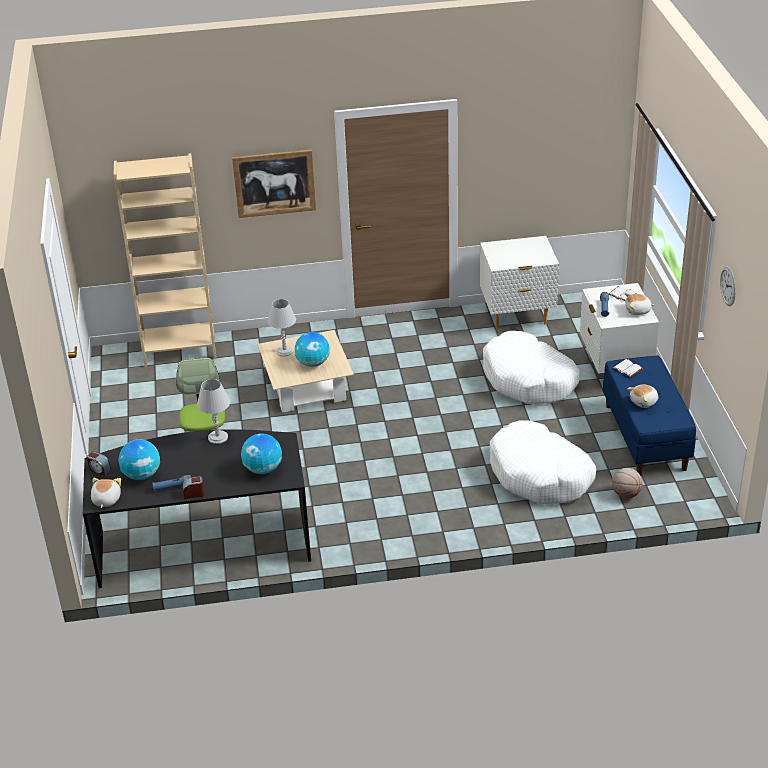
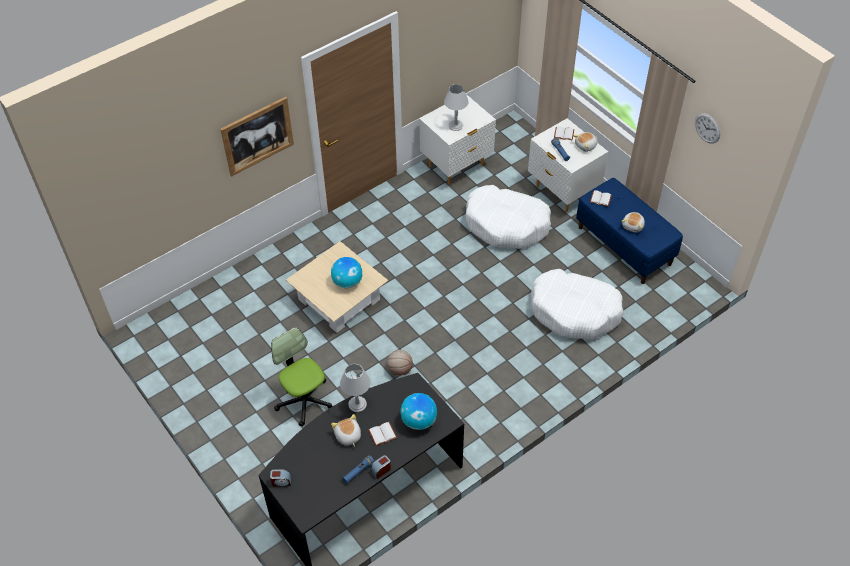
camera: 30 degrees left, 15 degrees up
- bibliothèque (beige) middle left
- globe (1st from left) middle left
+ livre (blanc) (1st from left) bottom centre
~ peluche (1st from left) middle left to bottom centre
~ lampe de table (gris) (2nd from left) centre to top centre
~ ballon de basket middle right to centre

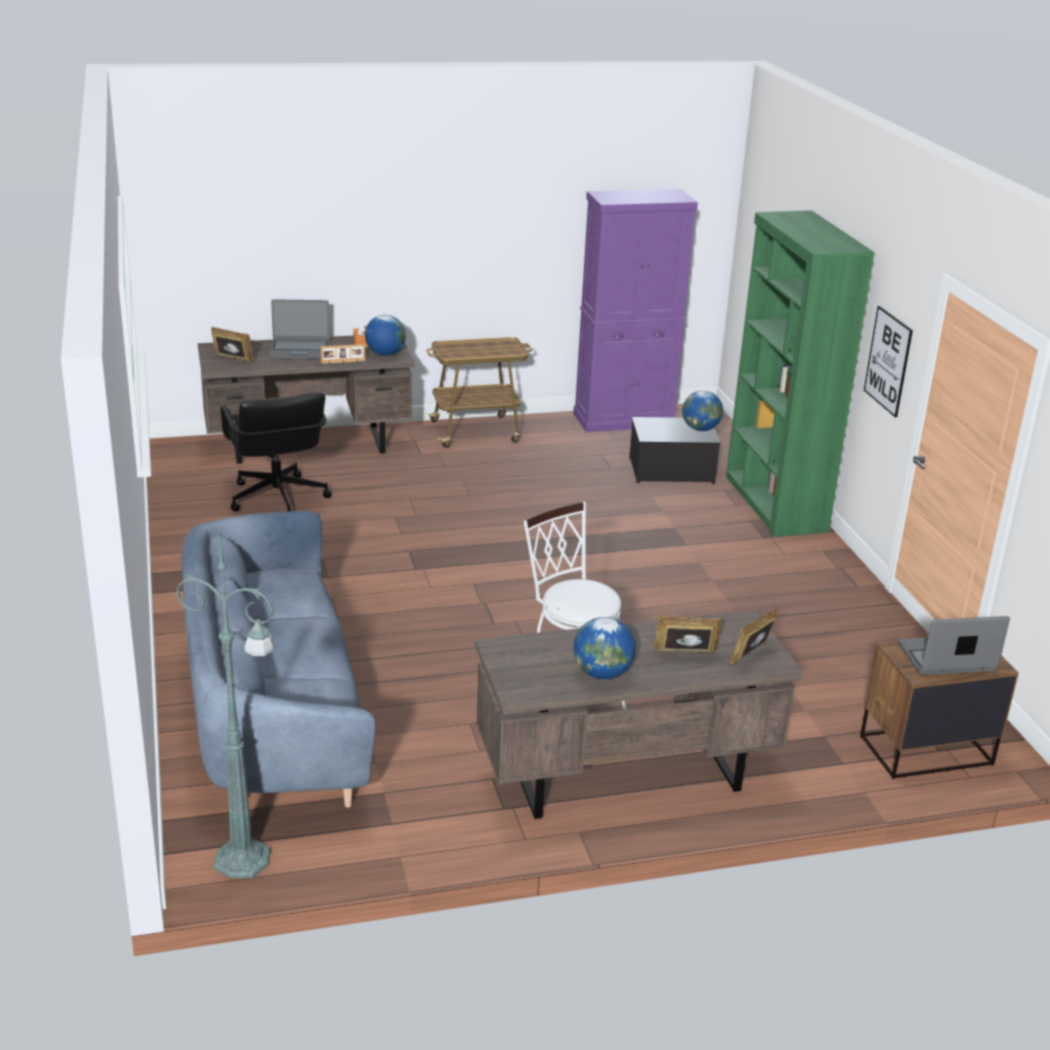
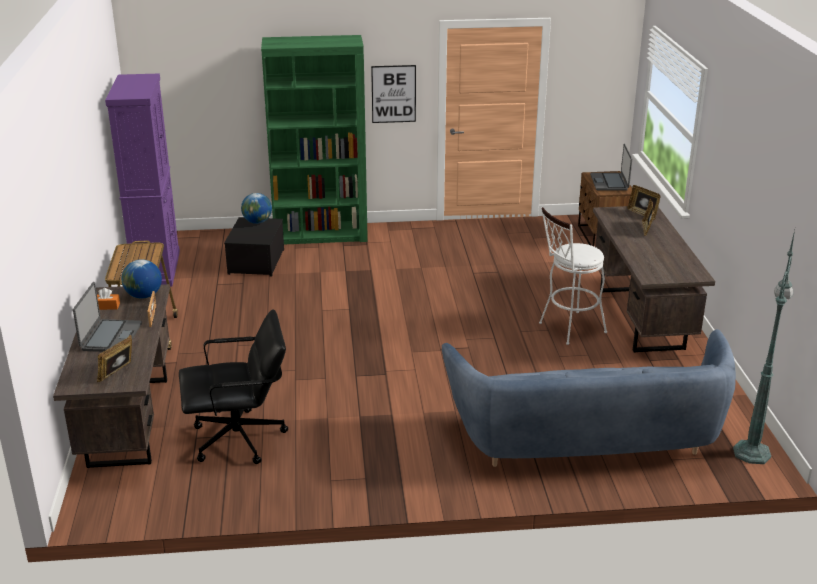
camera: 80 degrees left, 0 degrees up
- globe (2nd from left) centre

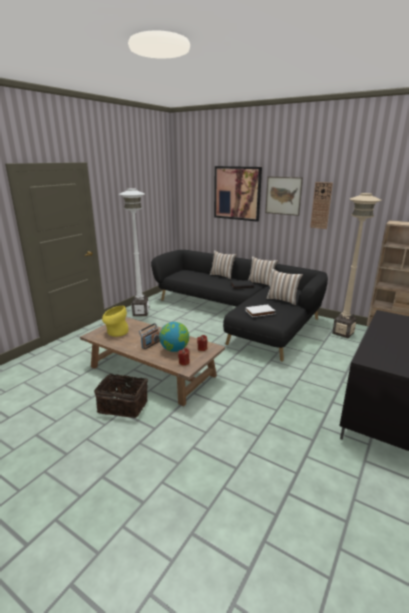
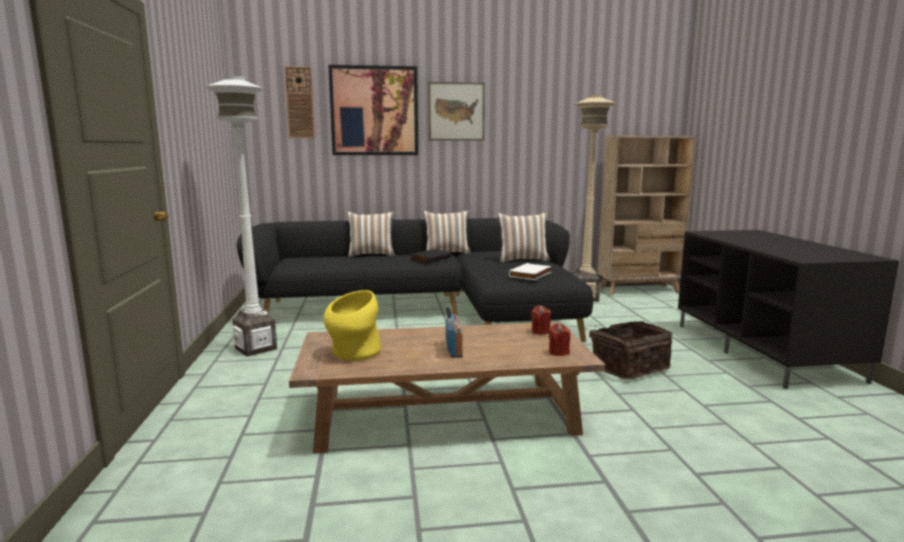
camera: 40 degrees left, 10 degrees down
- globe centre
~ panier middle left to middle right
~ horloge murale middle right to top left

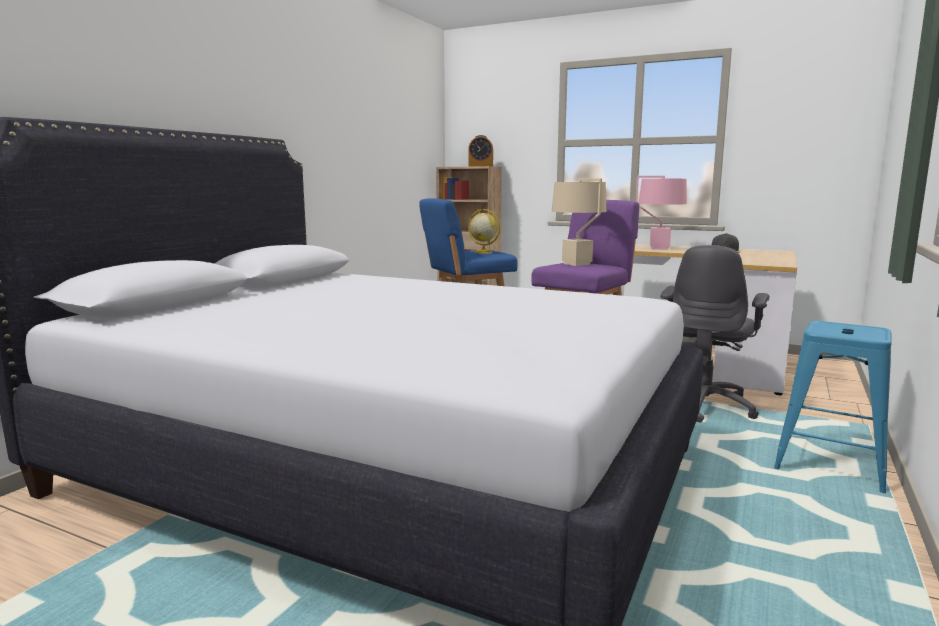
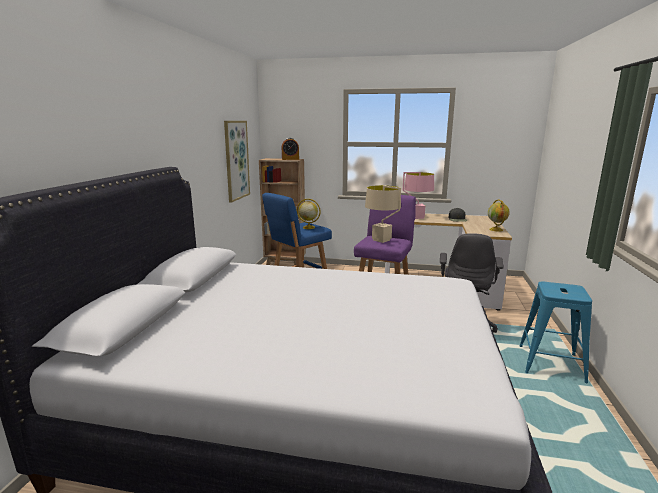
camera: 15 degrees left, 5 degrees up
+ tableau top centre
+ globe (2nd from left) middle right

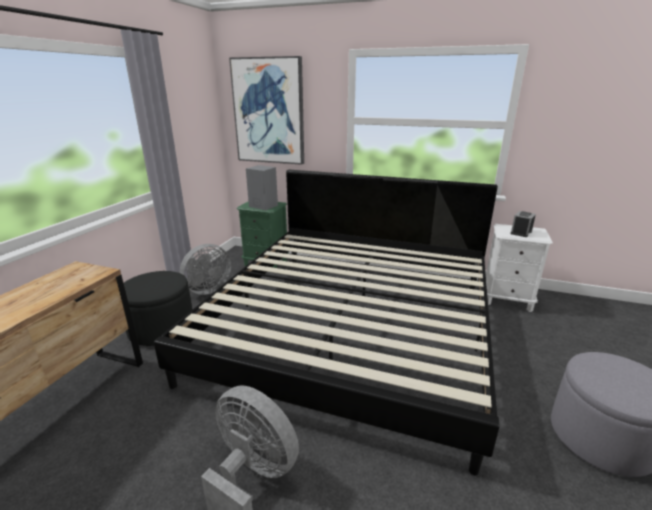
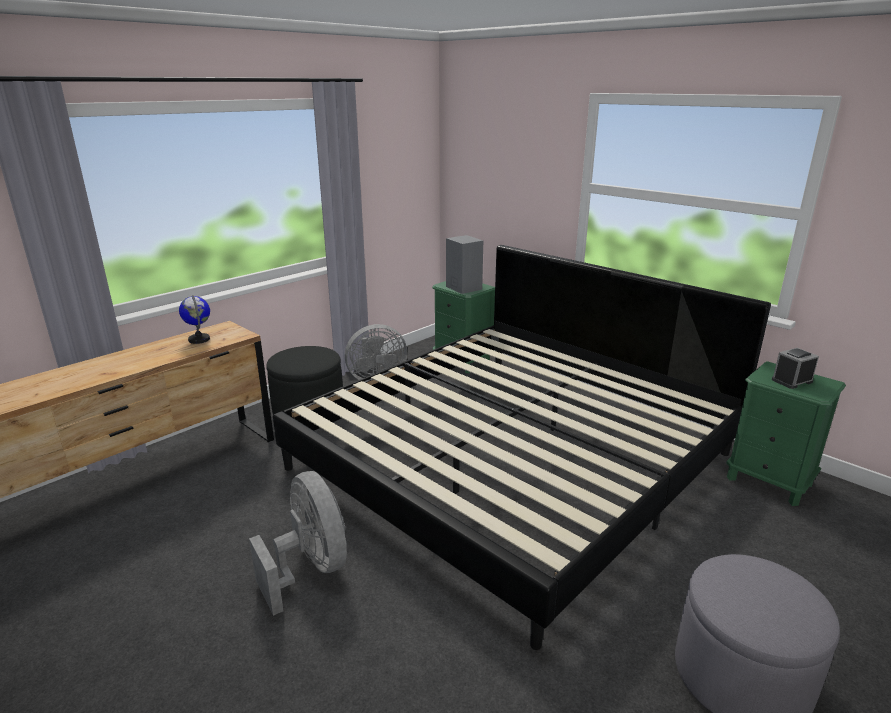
camera: 25 degrees right, 0 degrees up
- tableau top centre
+ globe middle left
~ table de chevet (blanc) middle right to table de chevet (vert) (2nd from left) middle right

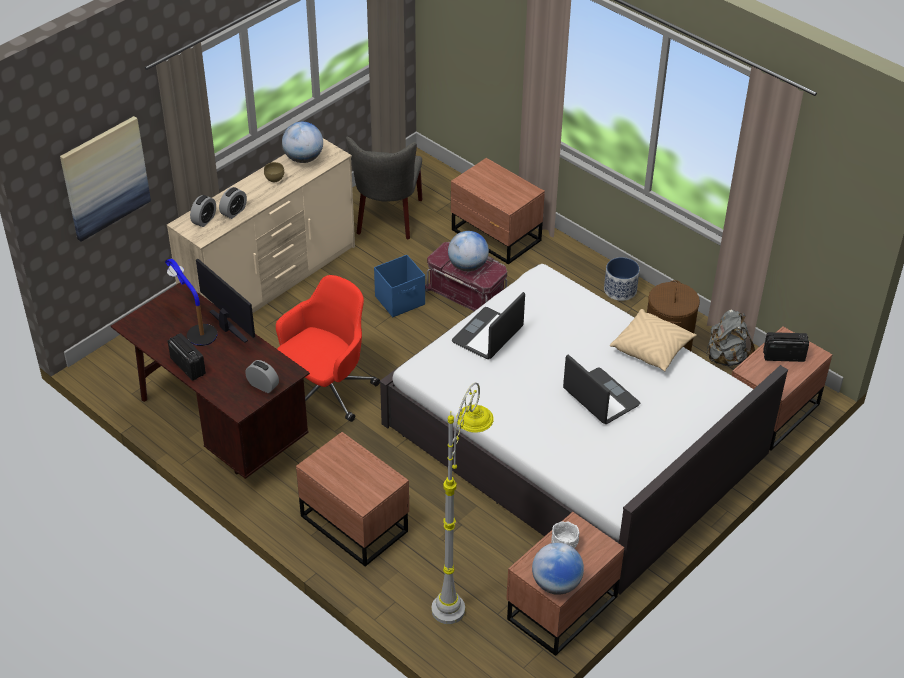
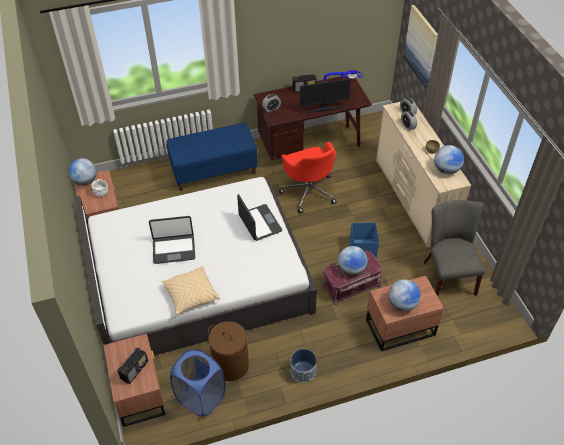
camera: 120 degrees right, 5 degrees up
- lampadaire (gris) bottom centre
+ globe (3rd from left) middle right
~ table de chevet (marron) (1st from left) bottom centre to banc (bleu) centre
~ sac à dos (gris) middle right to panier à linge (bleu) bottom centre
~ chaise (gris) top centre = middle right 45 degrees clockwise

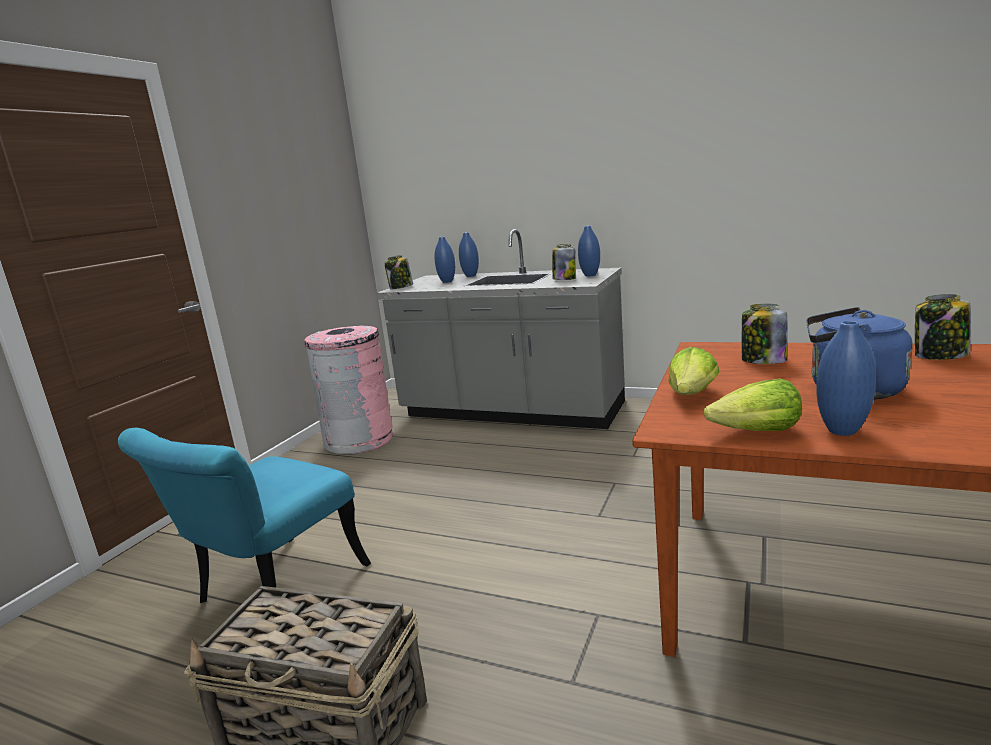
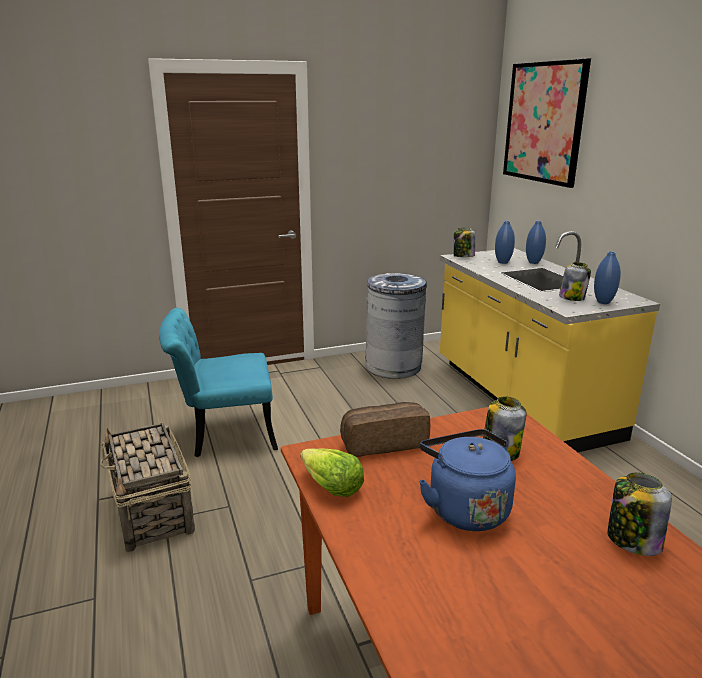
camera: 45 degrees right, 5 degrees up
- vase (bleu) (4th from left) middle right
+ tableau top right
~ laitue (1st from left) middle right to pain centre
~ poubelle (rose) centre to poubelle (gris) centre
~ comptoir de cuisine (gris) centre to comptoir de cuisine (jaune) middle right

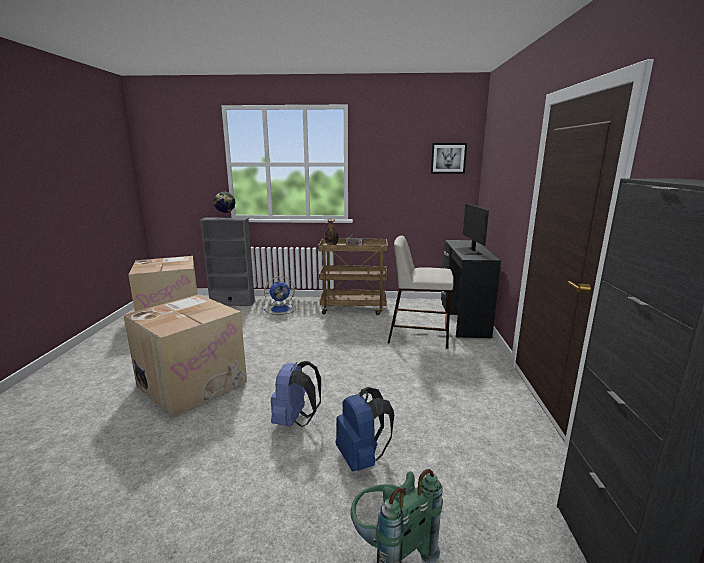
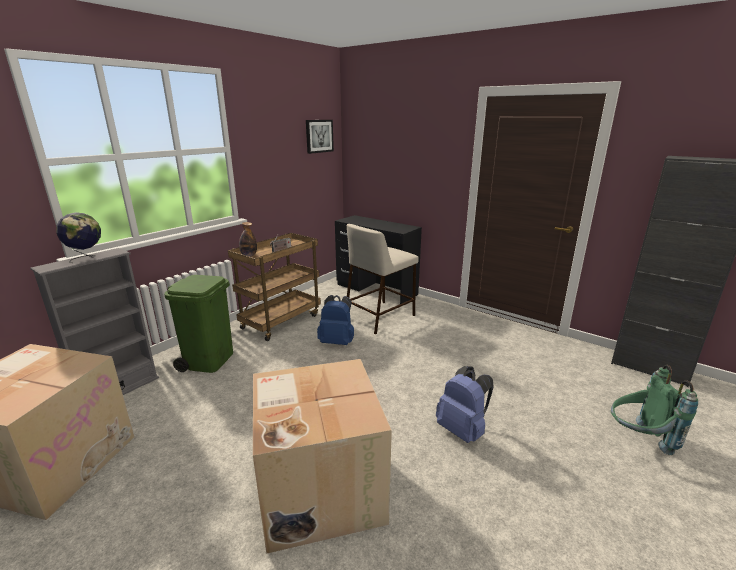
camera: 55 degrees left, 5 degrees up
- écran d'ordinateur middle right
~ sac à dos (bleu) (2nd from left in the first image) bottom centre to sac à dos (bleu) (1st from left) centre
~ ventilateur (bleu) centre to poubelle (vert) middle left

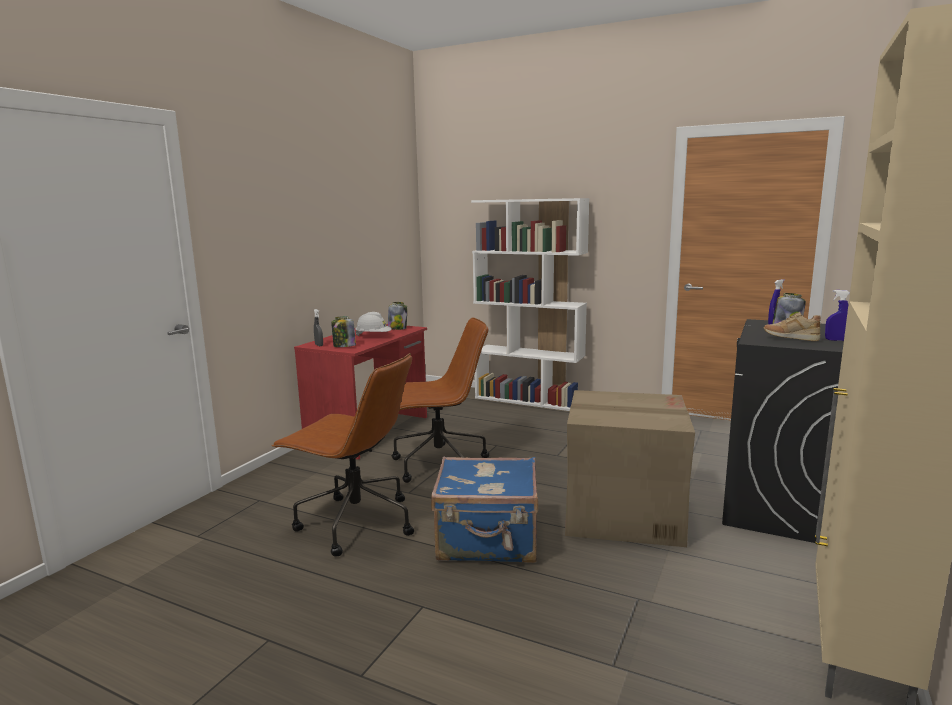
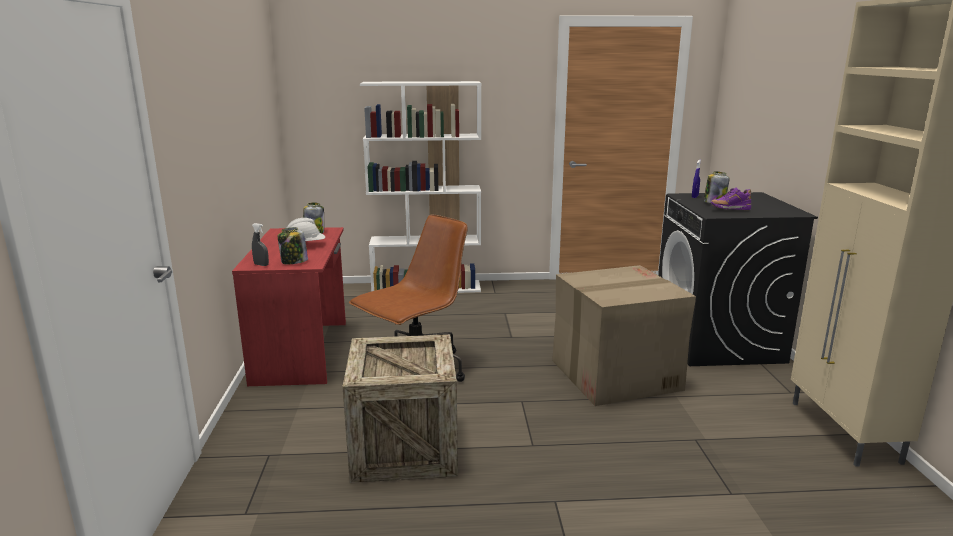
camera: 30 degrees left, 5 degrees up
- valise (bleu) bottom centre
- vaporisateur (bleu) (2nd from left) middle right
~ chaise de bureau (marron) (1st from left) centre to caisse bottom centre
~ chaussure (beige) middle right to chaussure (violet) middle right

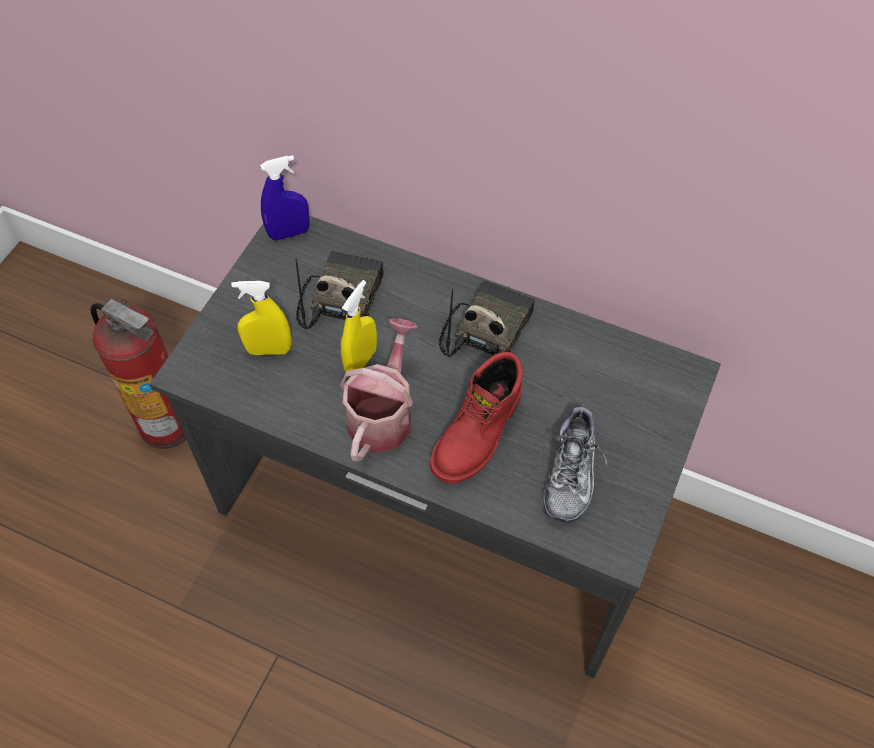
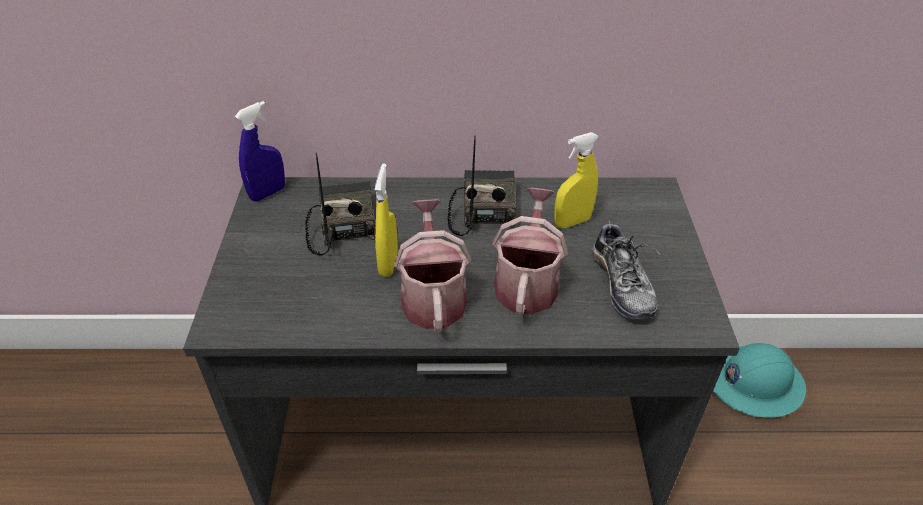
camera: 25 degrees left, 15 degrees down
- extincteur middle left
+ casque de chantier (turquoise) bottom right
~ vaporisateur (jaune) (1st from left in the first image) middle left to vaporisateur (jaune) (2nd from left) centre
~ botte (rouge) centre to arrosoir (2nd from left) centre

